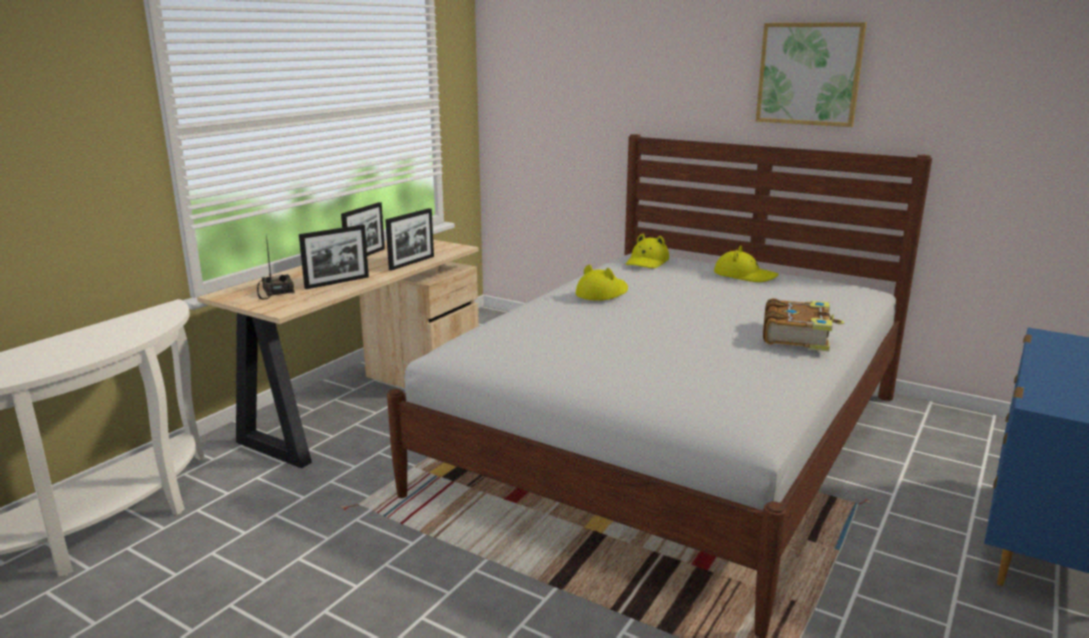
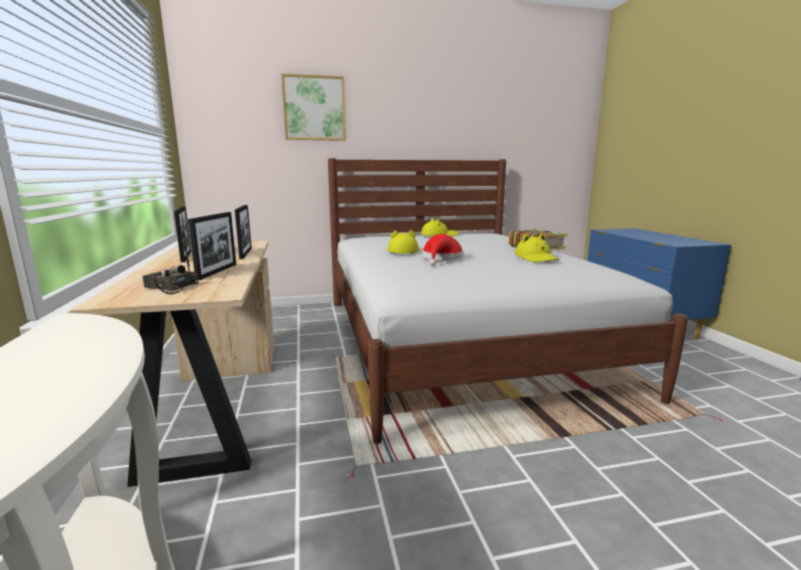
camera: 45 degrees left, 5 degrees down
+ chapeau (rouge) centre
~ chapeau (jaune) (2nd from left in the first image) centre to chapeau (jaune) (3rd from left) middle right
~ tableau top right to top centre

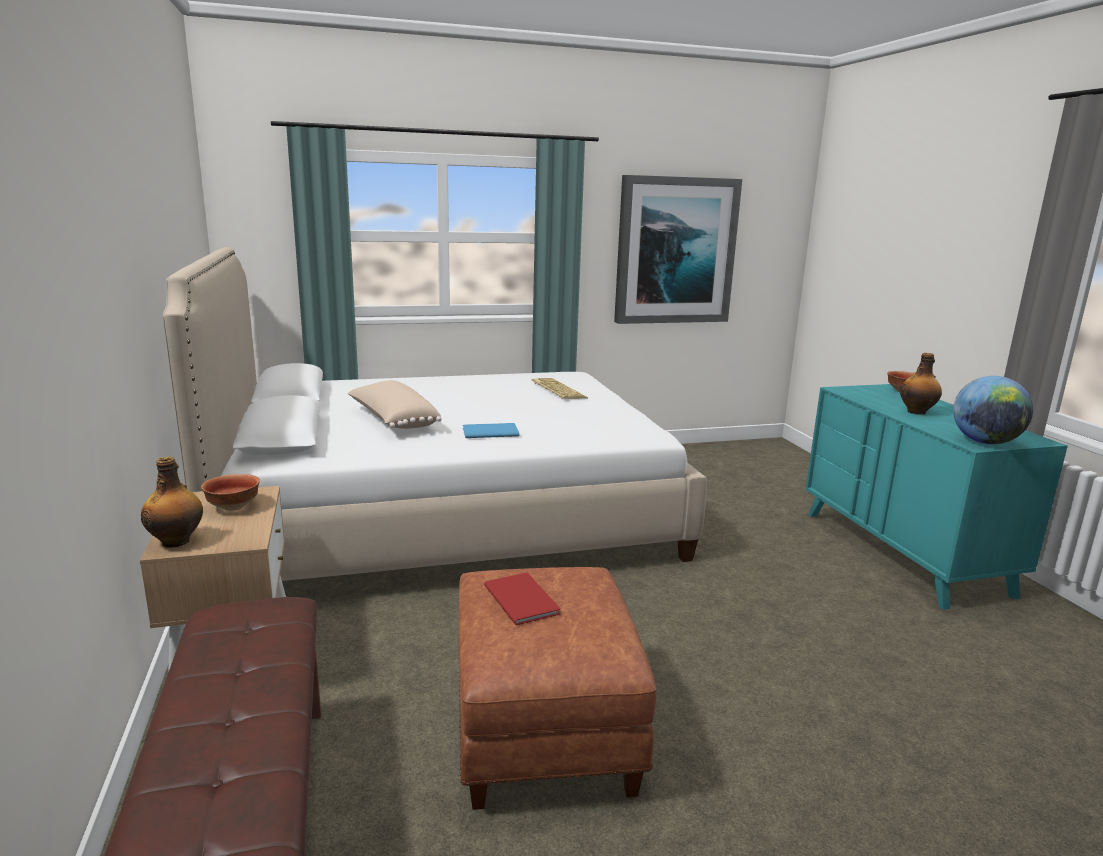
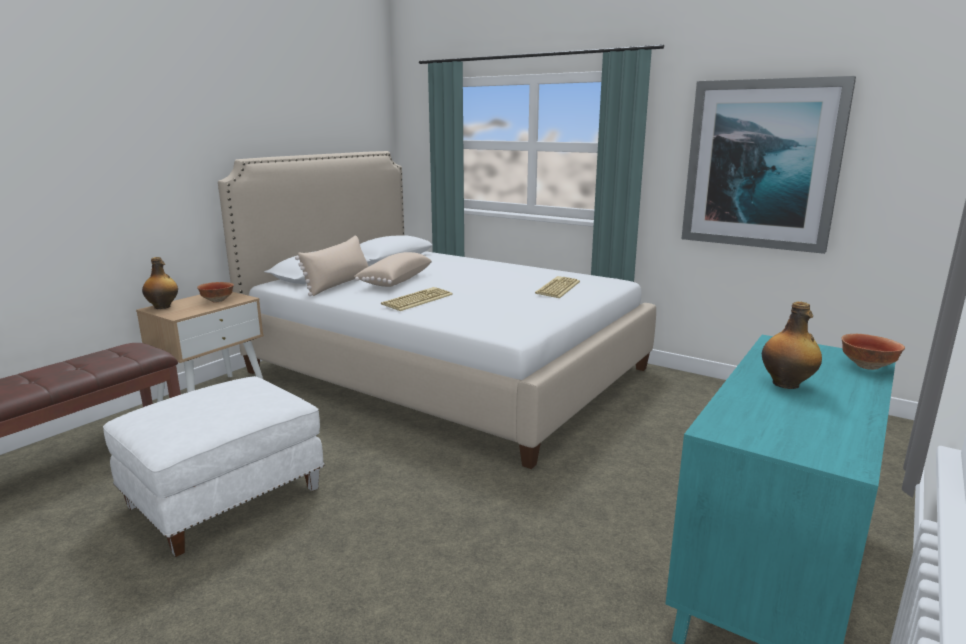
camera: 50 degrees right, 0 degrees up
- livre (rouge) bottom centre
- globe middle right
+ coussin (beige) (1st from left) centre
~ livre (bleu) centre to clavier (1st from left) centre
~ pouf (marron) bottom centre to pouf (blanc) bottom left

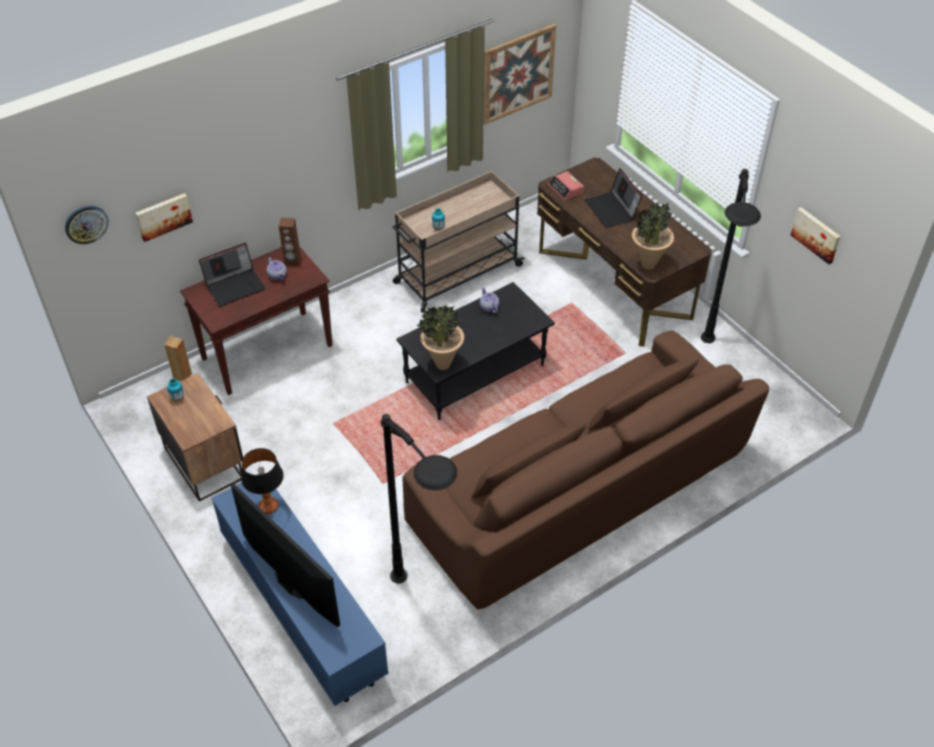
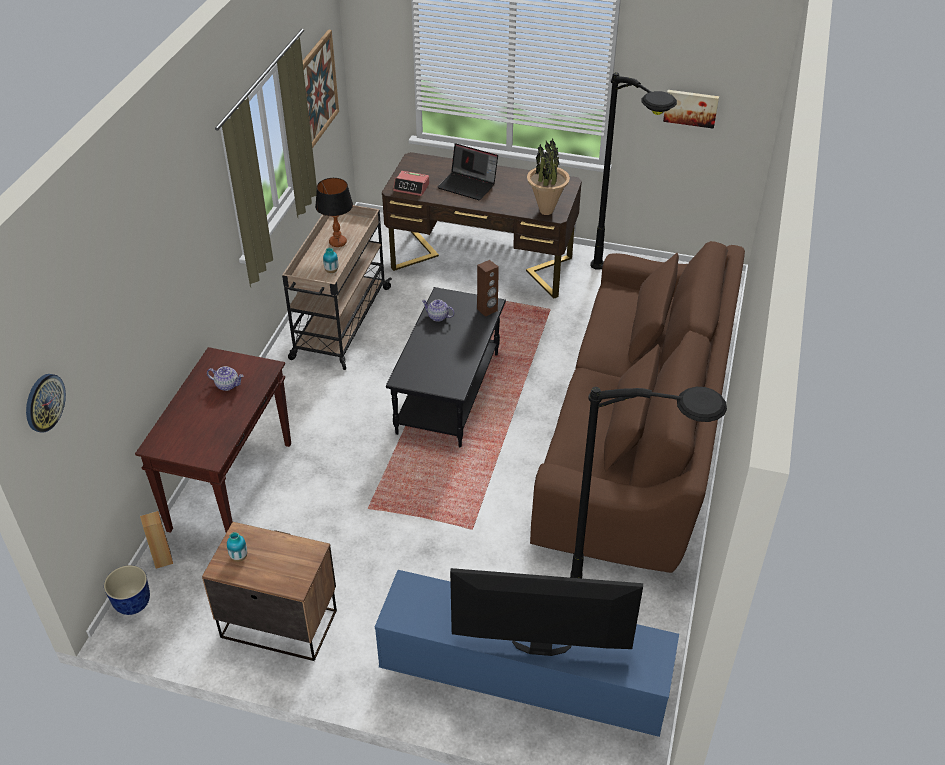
camera: 40 degrees left, 5 degrees down
- tableau (1st from left) top left
- ordinateur portable (1st from left) middle left
- plante en pot (1st from left) centre
+ cache-pot bottom left
~ lampe de table middle left to top centre
~ enceinte (marron) (2nd from left) top left to centre

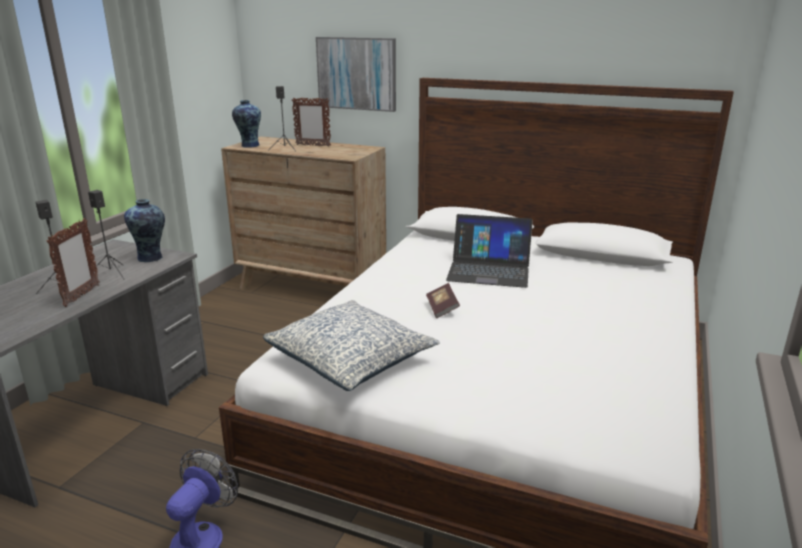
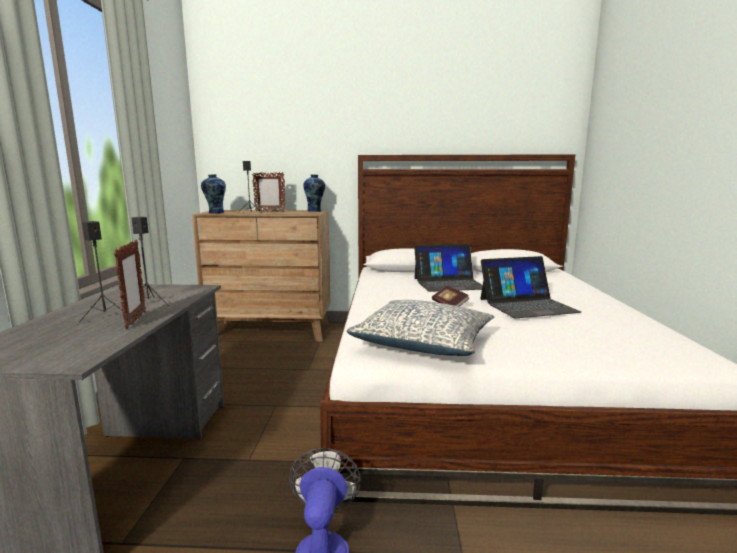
camera: 20 degrees left, 10 degrees down
- tableau top centre
+ ordinateur portable (2nd from left) middle right
~ vase (1st from left in the first image) middle left to vase (2nd from left) centre

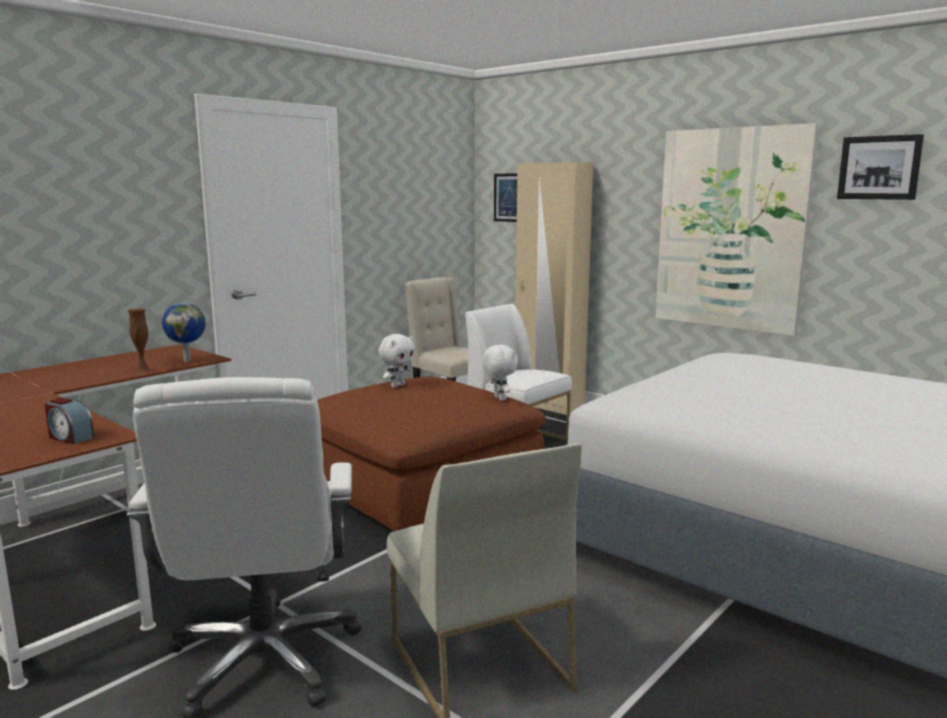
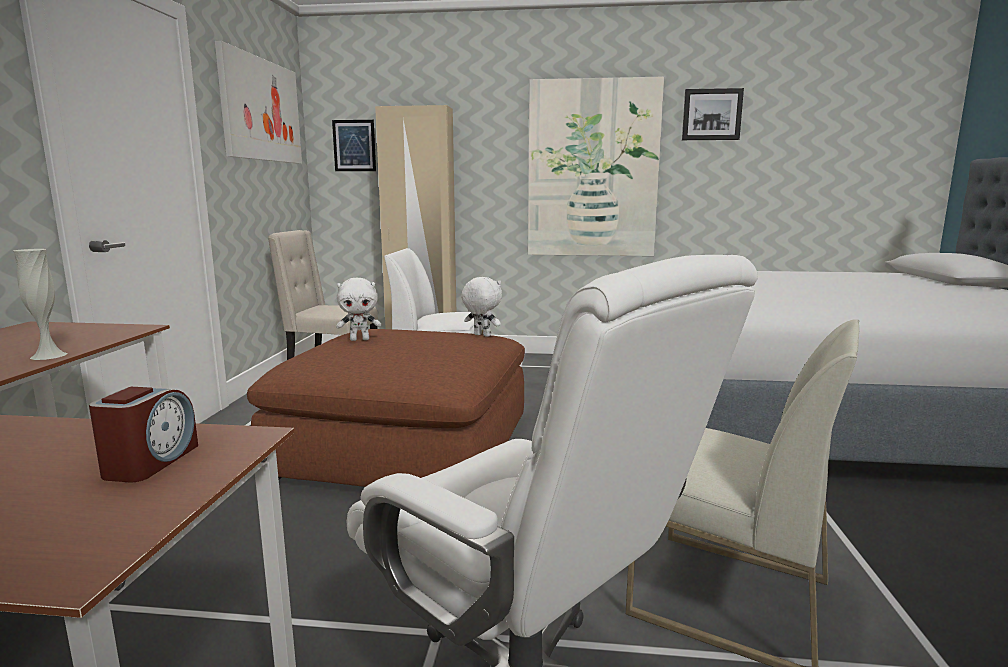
camera: 35 degrees left, 0 degrees up
- globe middle left
+ tableau (1st from left) top left
~ vase (marron) middle left to vase (blanc) middle left
~ réveil middle left = middle left 75 degrees counterclockwise
~ peluche (blanc) (1st from left) centre = centre 75 degrees clockwise

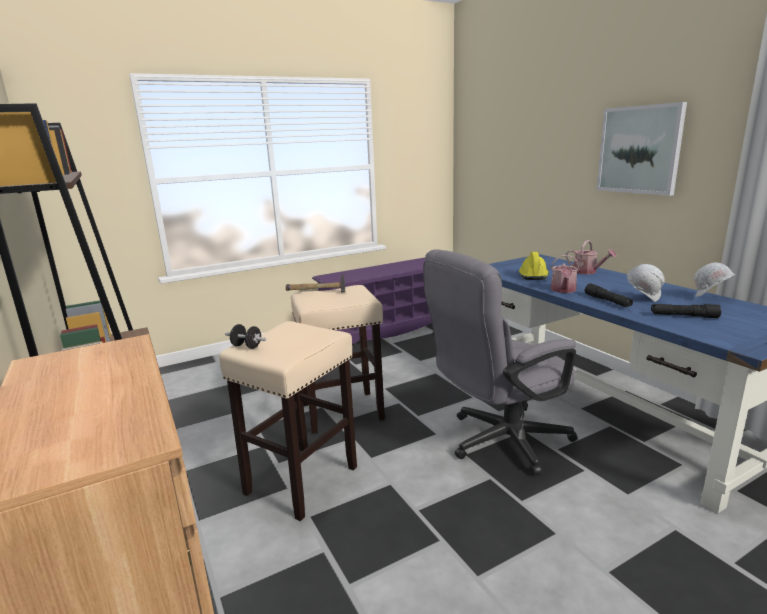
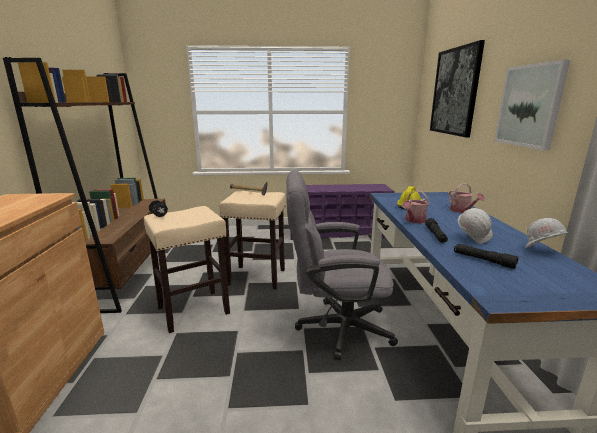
camera: 25 degrees right, 0 degrees up
+ tableau (1st from left) top right

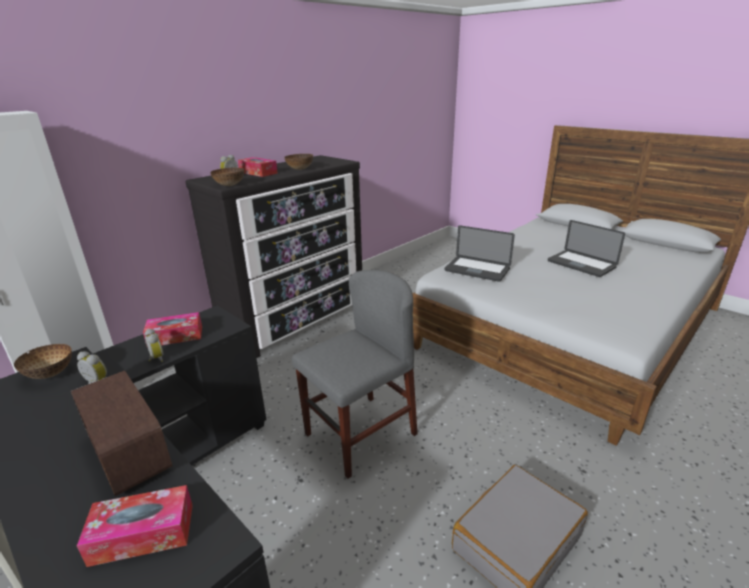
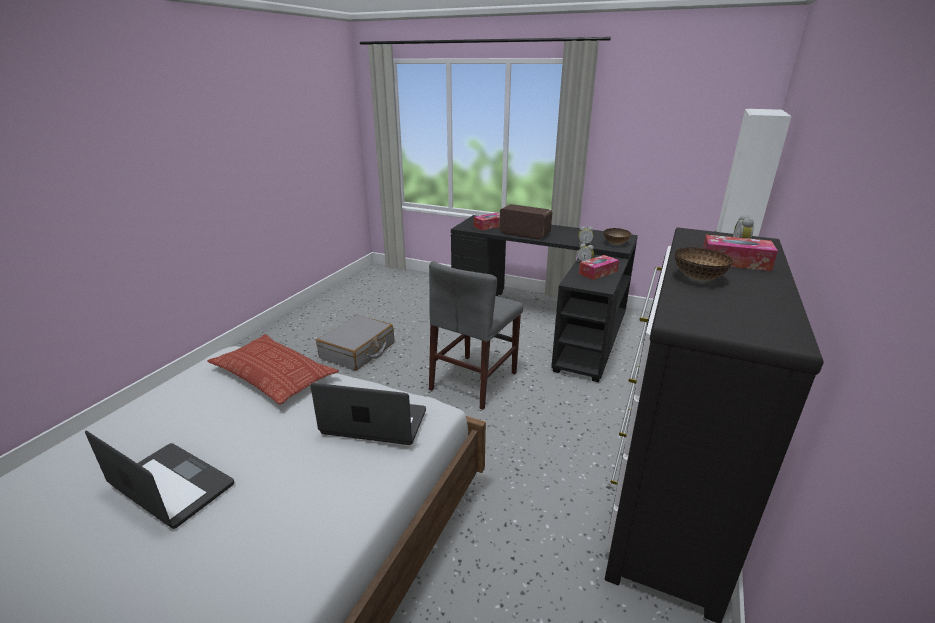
camera: 160 degrees right, 0 degrees up
- bol (2nd from left) top left
+ coussin middle left

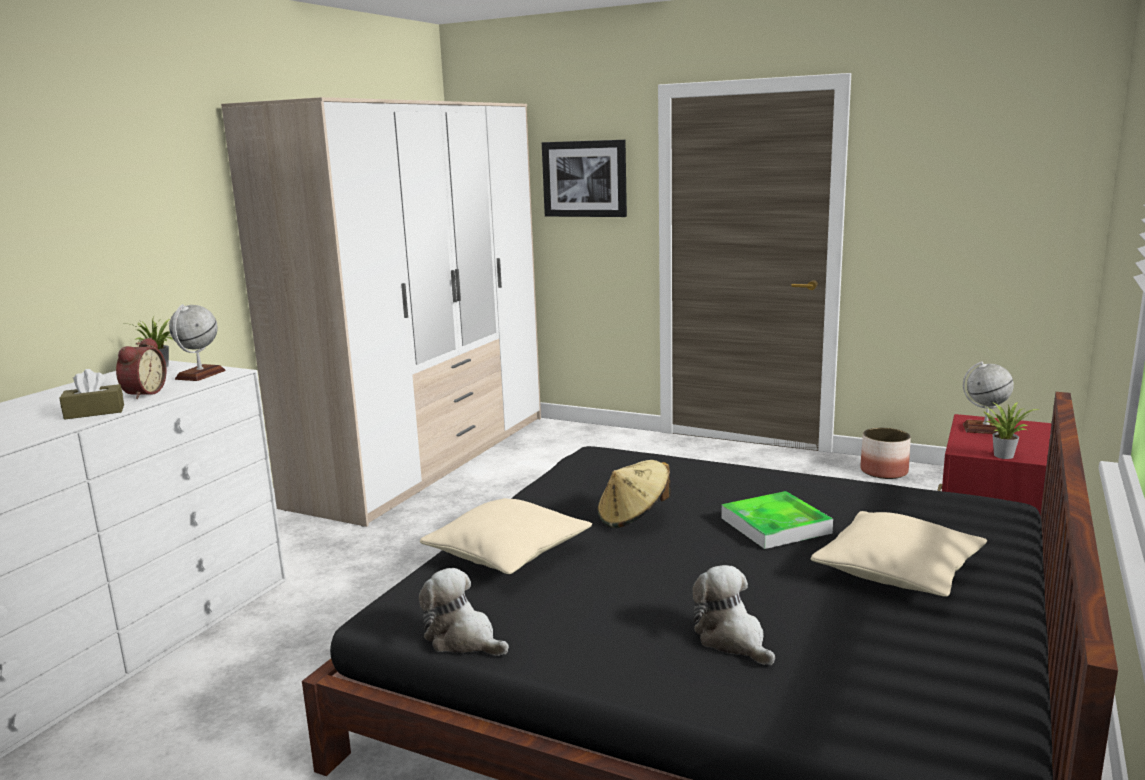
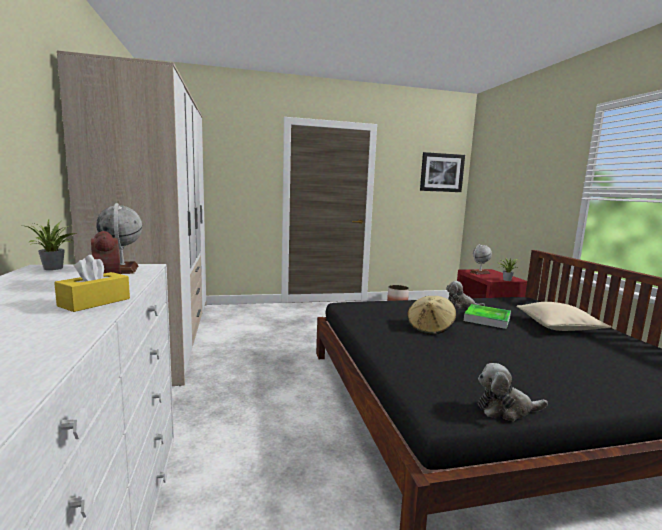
camera: 40 degrees left, 5 degrees down
- coussin (beige) (1st from left) bottom centre
~ tableau top centre to top right
~ peluche (2nd from left in the first image) bottom centre to peluche (1st from left) middle right
~ boîte à mouchoirs (marron) middle left to boîte à mouchoirs (jaune) middle left

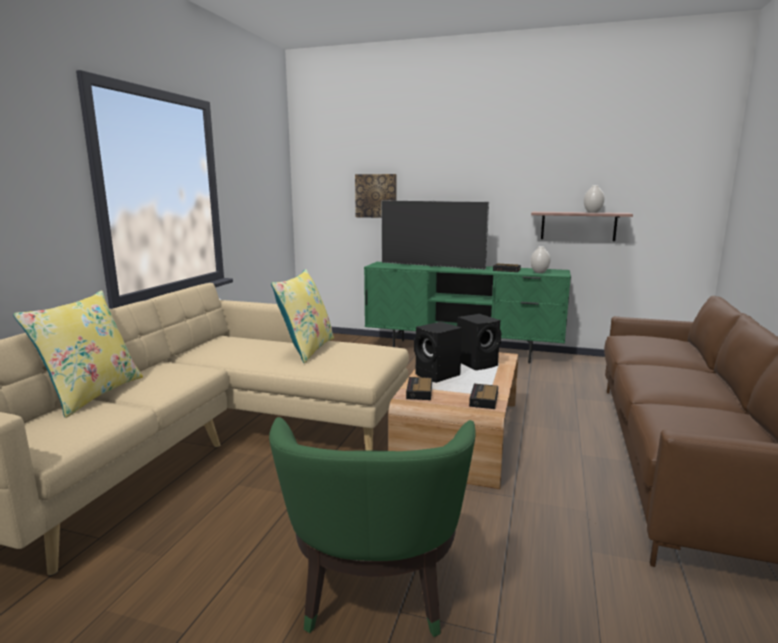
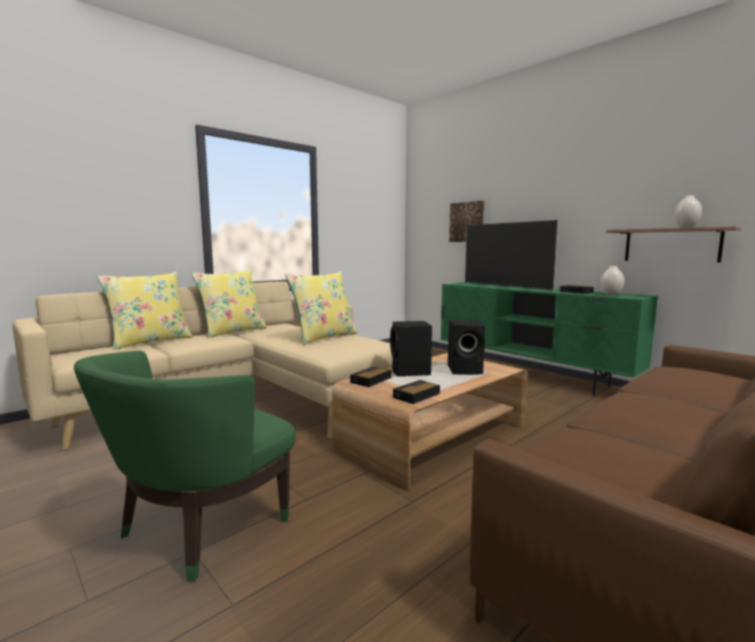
camera: 30 degrees right, 5 degrees down
+ coussin (jaune) (2nd from left) middle left

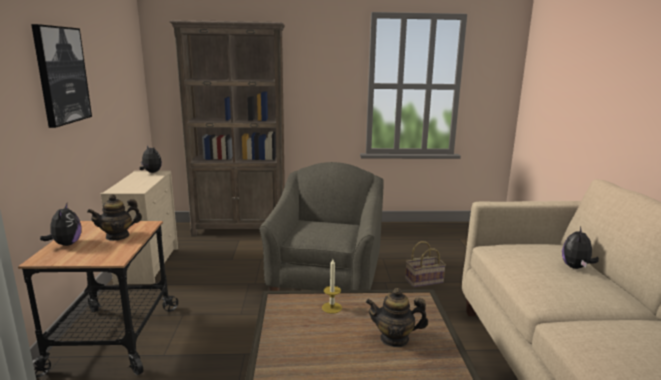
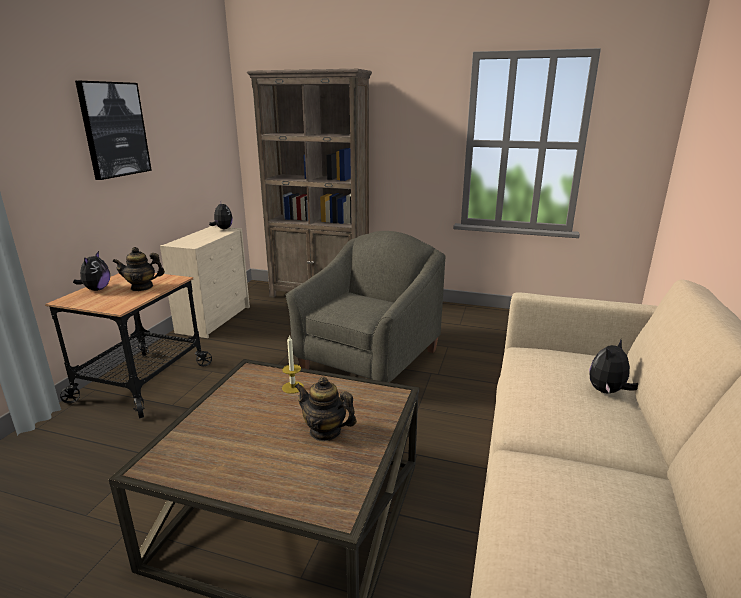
camera: 20 degrees right, 5 degrees up
- panier bottom centre

